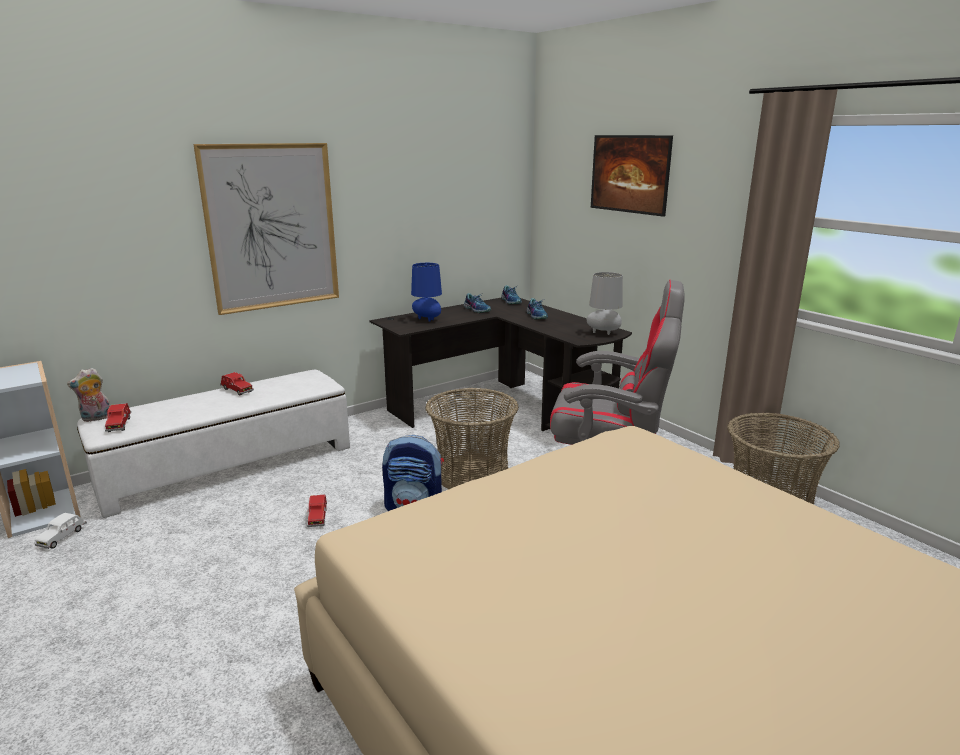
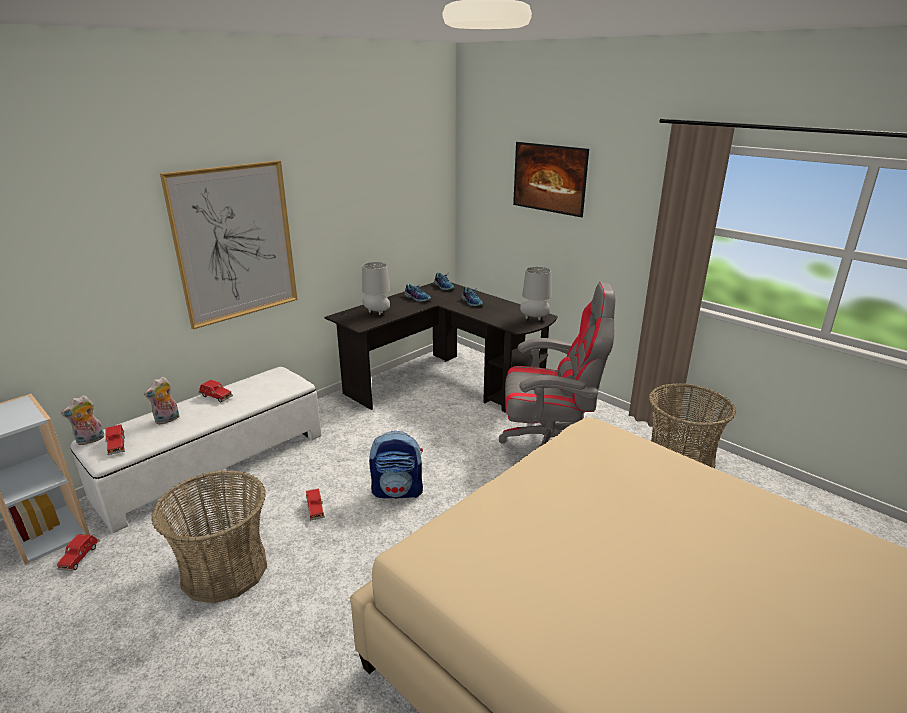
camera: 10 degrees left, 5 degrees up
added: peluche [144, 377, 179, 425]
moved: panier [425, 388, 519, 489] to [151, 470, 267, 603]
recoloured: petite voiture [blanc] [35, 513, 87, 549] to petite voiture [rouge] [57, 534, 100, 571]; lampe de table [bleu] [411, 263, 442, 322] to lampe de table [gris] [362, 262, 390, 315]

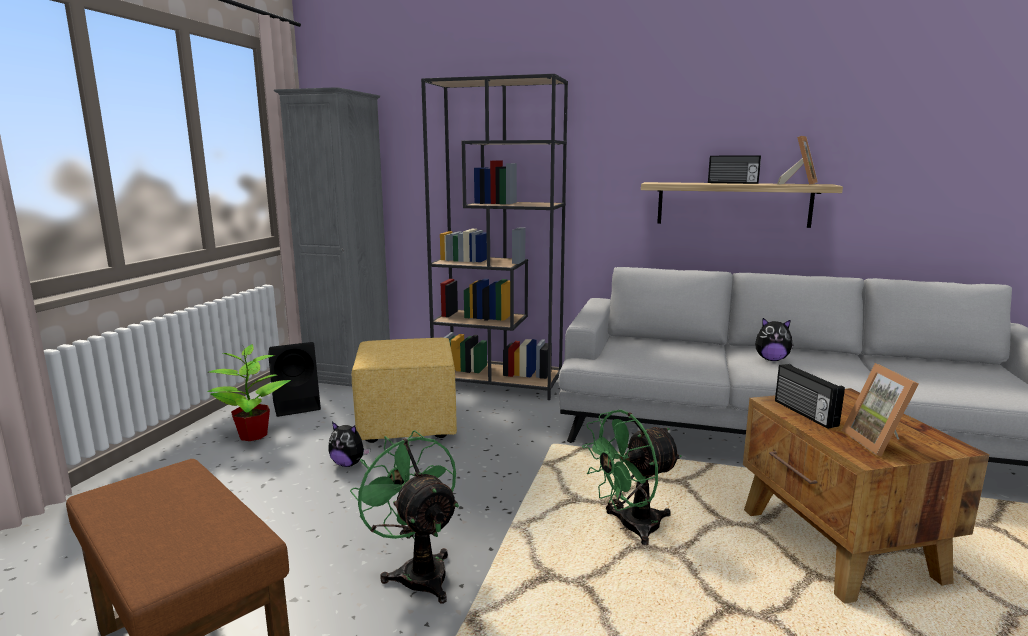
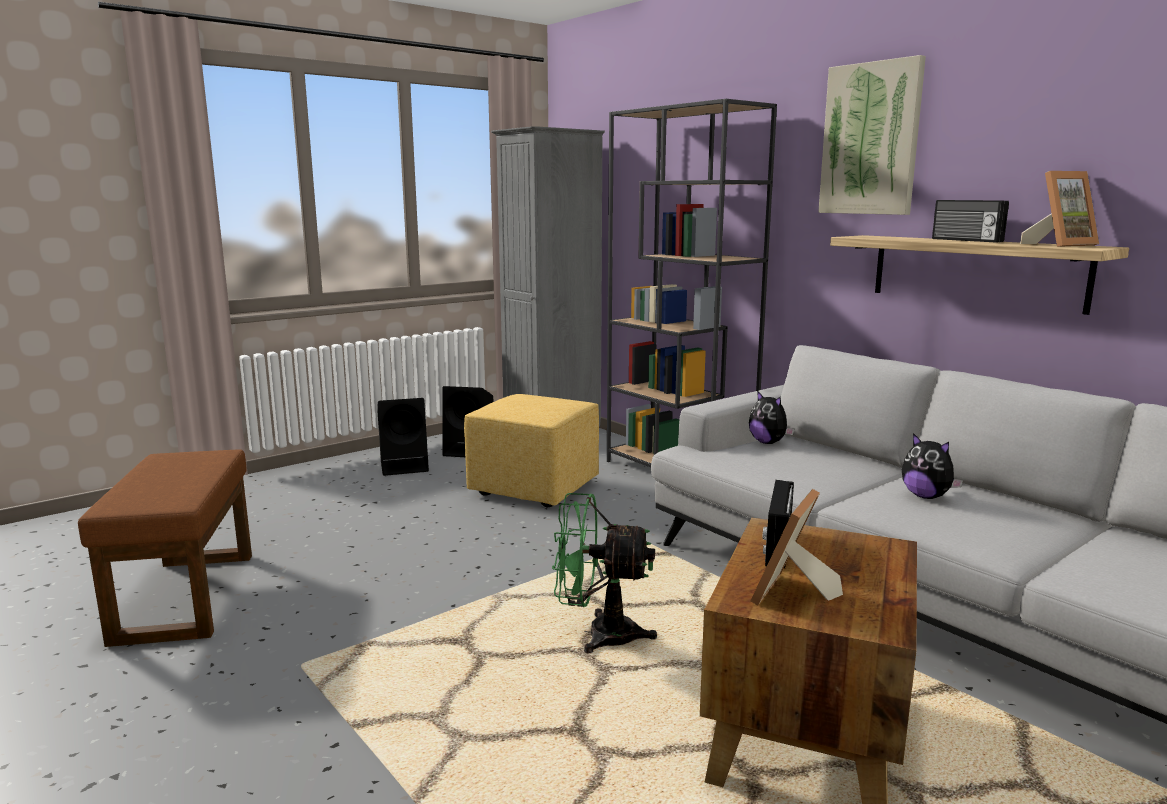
camera: 35 degrees right, 0 degrees up
removed: ventilateur [vert] [350, 430, 459, 603]
added: tableau [818, 55, 926, 215]
moved: peluche [328, 422, 370, 467] to [749, 391, 794, 444]
replaced: plante en pot [207, 344, 291, 441] to enceinte [noir] [377, 398, 429, 476]

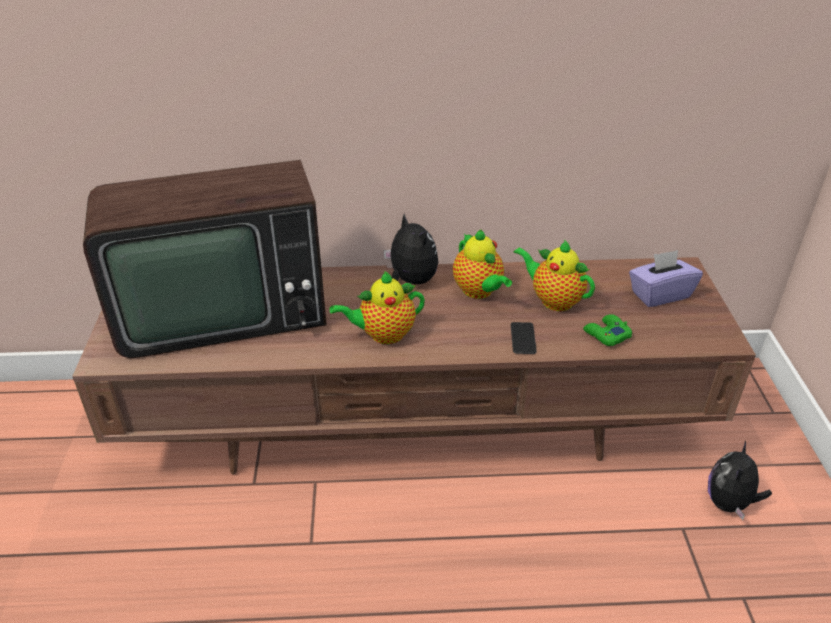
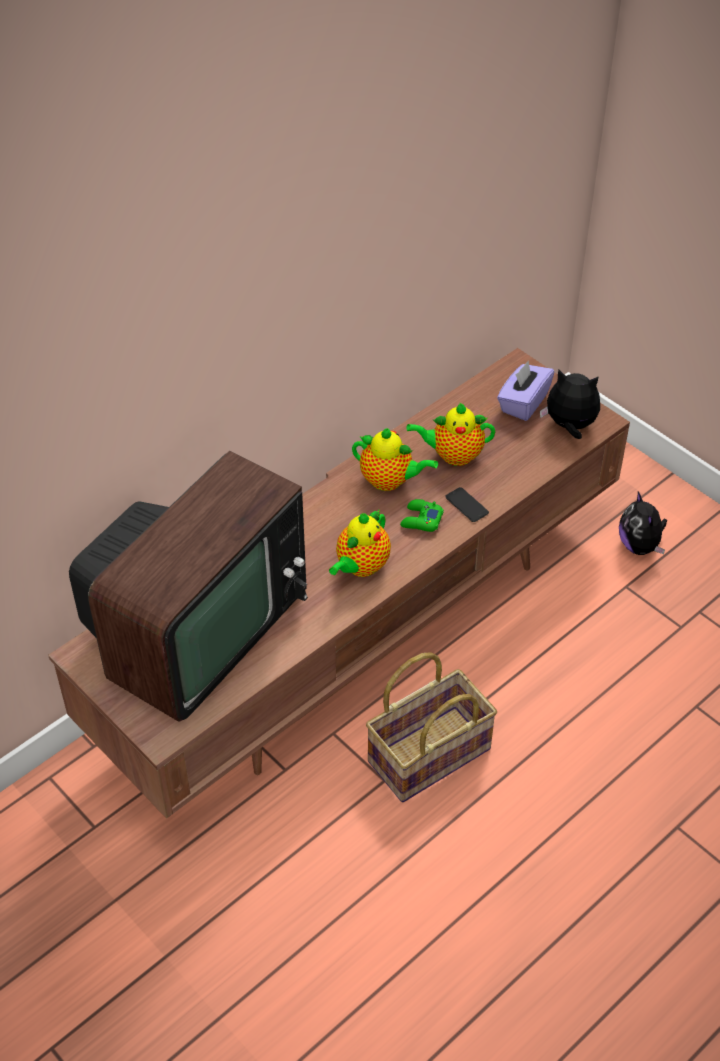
camera: 40 degrees left, 10 degrees up
added: panier [366, 652, 497, 802]
moved: manette [vert] [583, 314, 632, 346] to [400, 499, 444, 532]; peluche [384, 214, 438, 284] to [540, 369, 600, 439]

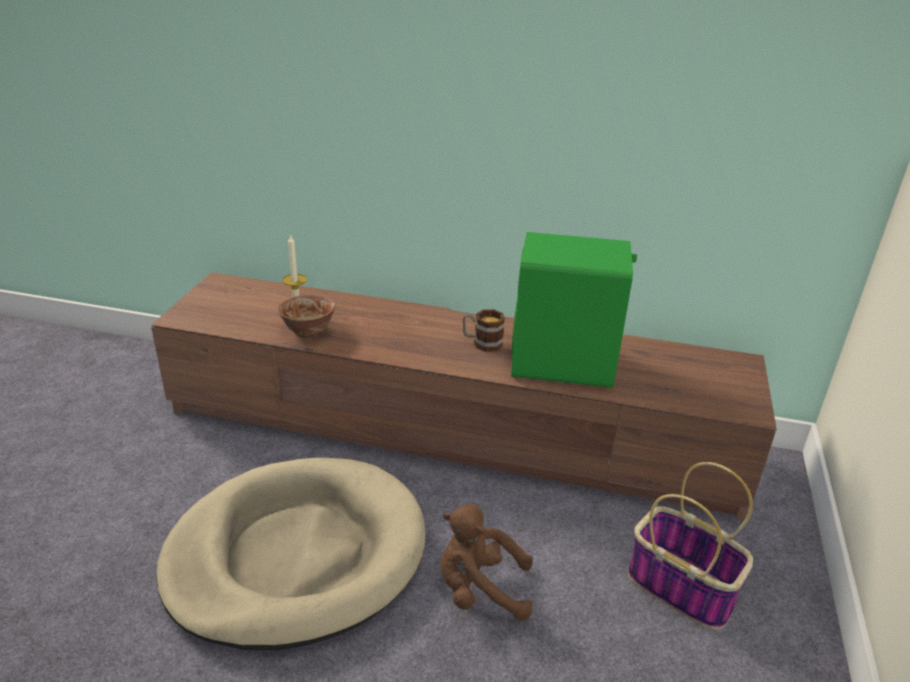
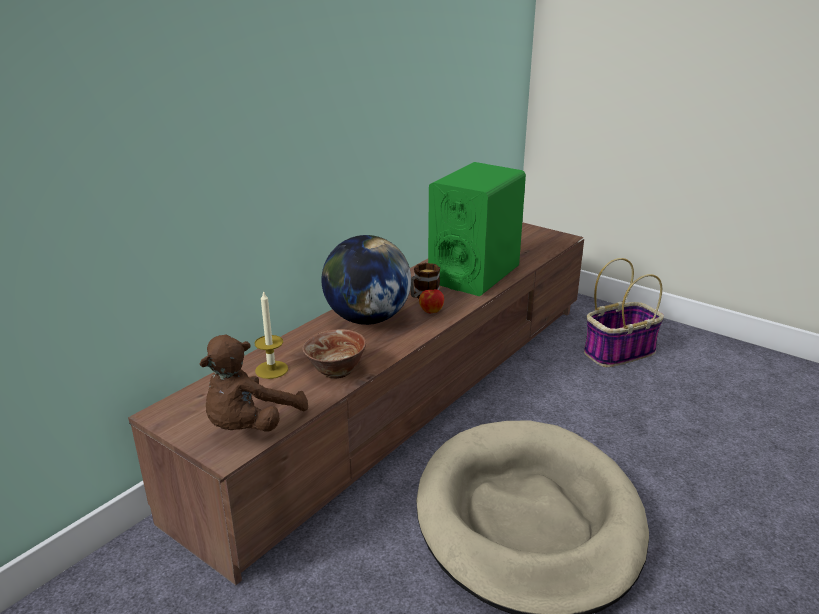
camera: 65 degrees left, 5 degrees down
added: globe [321, 235, 411, 325]; pomme [419, 289, 444, 313]
moved: peluche [marron] [440, 504, 533, 621] to [200, 334, 308, 432]

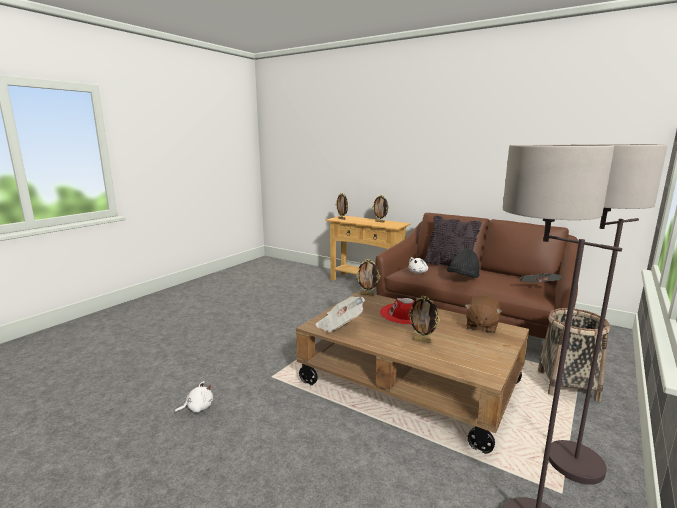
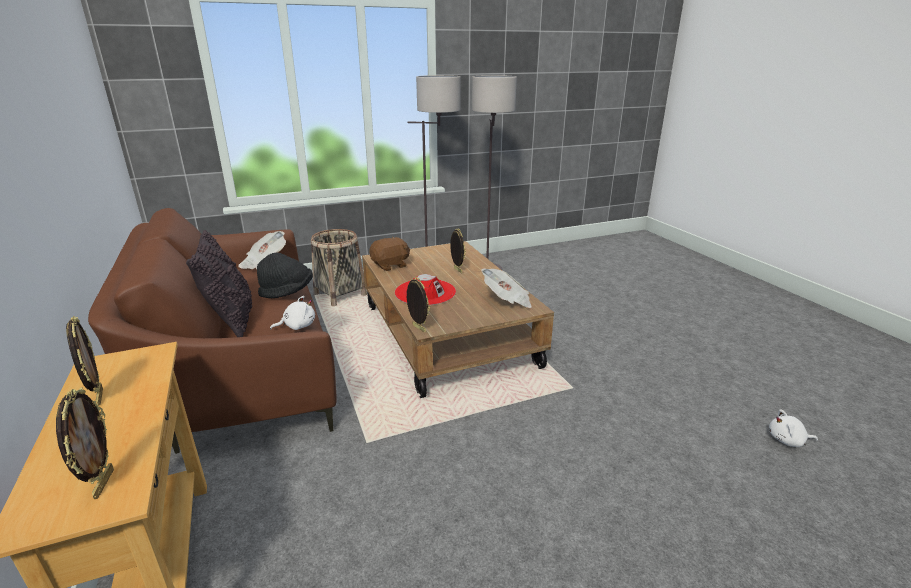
camera: 145 degrees left, 10 degrees up
moved: peluche [blanc] [175, 381, 213, 413] to [769, 409, 818, 447]

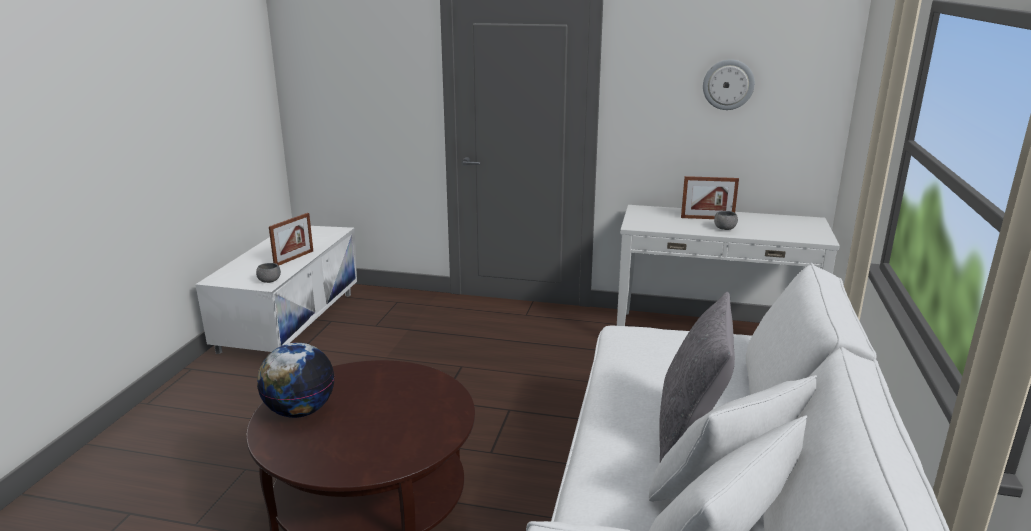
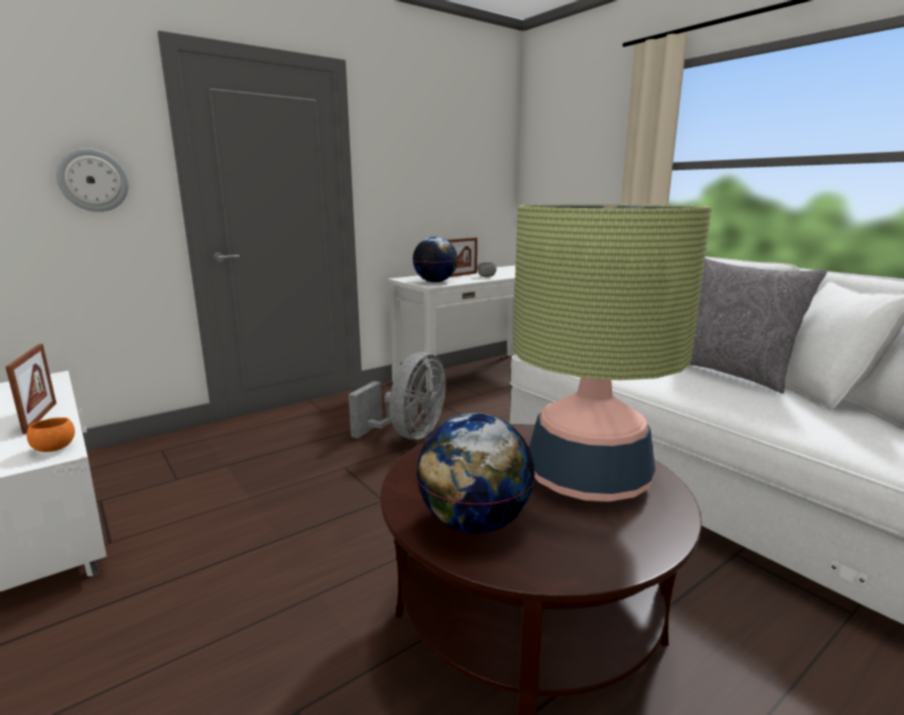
camera: 50 degrees left, 5 degrees down
added: ventilateur [gris] [349, 352, 446, 440]; globe [413, 237, 458, 282]; lampe de table [513, 204, 712, 502]
moved: horloge murale [703, 59, 755, 110] to [56, 148, 129, 212]
recoloured: bol [gris] [256, 263, 281, 283] to bol [orange] [27, 417, 75, 452]

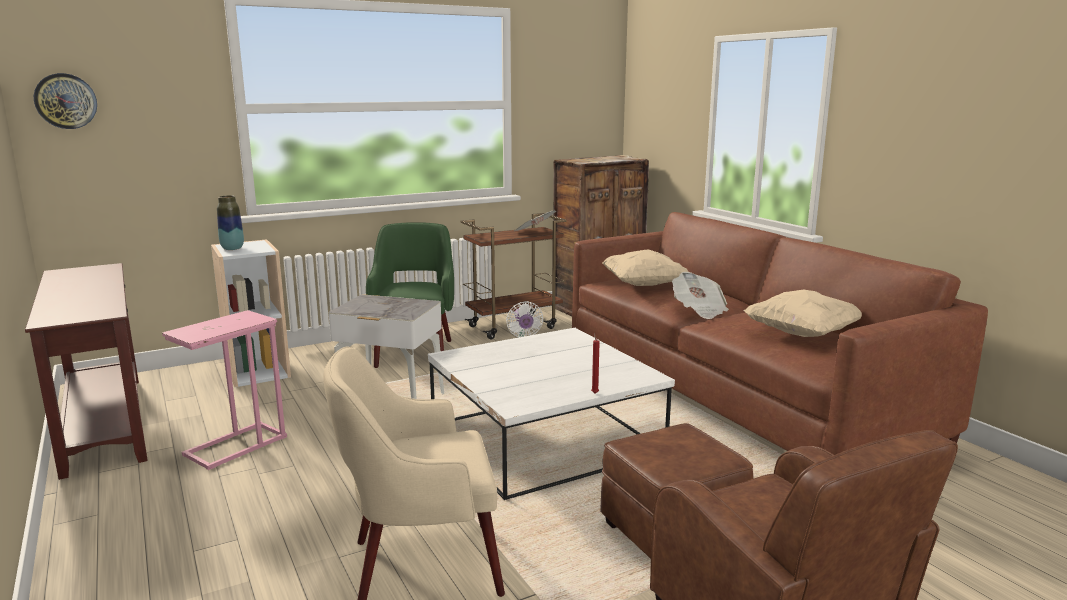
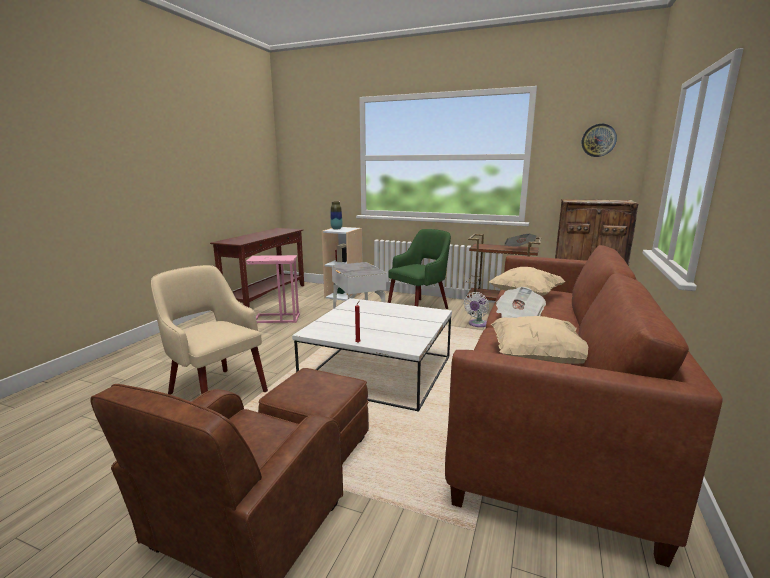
camera: 50 degrees right, 0 degrees up
moved: horloge murale [34, 73, 97, 129] to [582, 124, 617, 157]

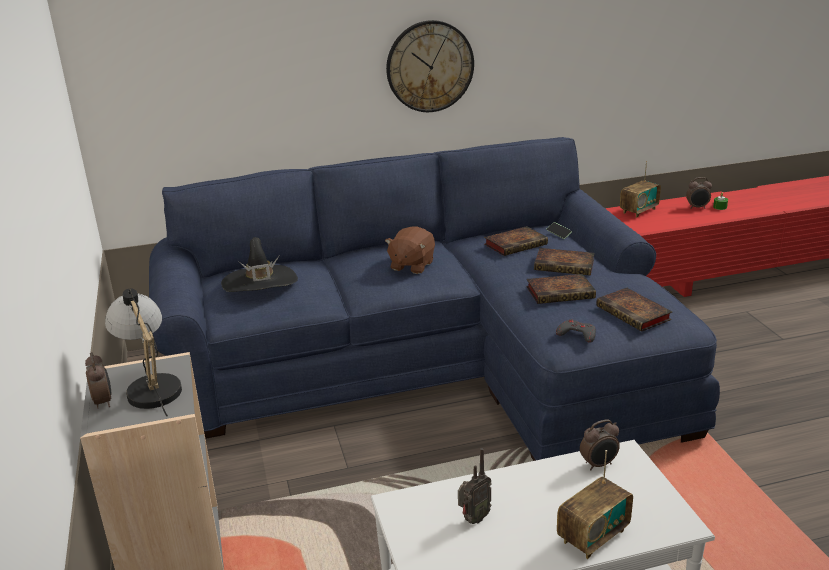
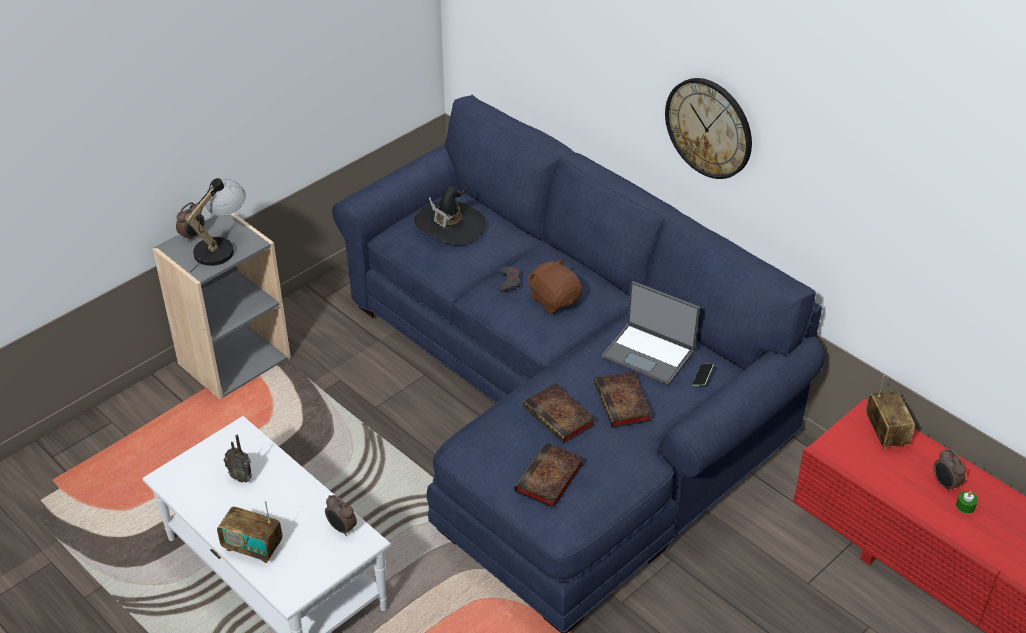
camera: 60 degrees right, 15 degrees up
moved: manette [gris] [556, 319, 596, 343] to [499, 266, 520, 292]
replaced: livre [484, 226, 548, 256] to ordinateur portable [602, 281, 700, 385]
turned: peluche [marron] [385, 226, 435, 274] = [527, 259, 582, 314] 60 degrees clockwise; radio [620, 161, 661, 218] = [866, 375, 915, 449] 120 degrees counterclockwise

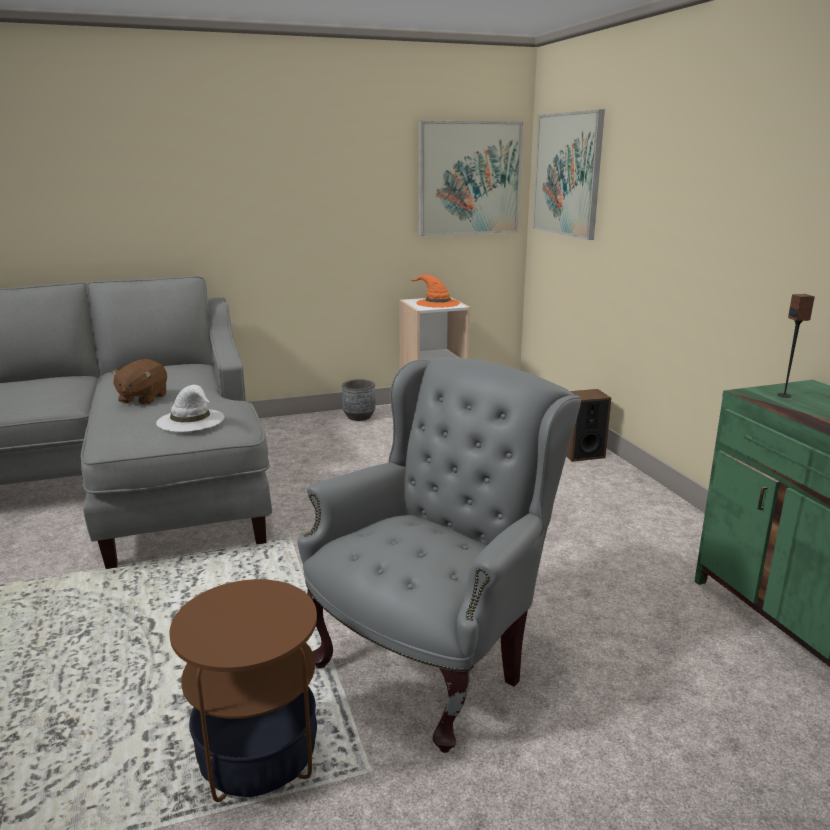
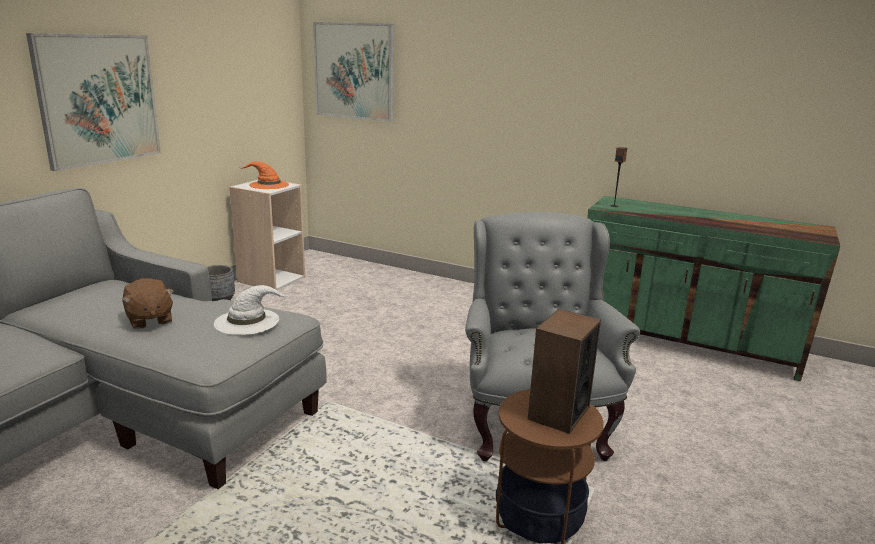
camera: 45 degrees left, 0 degrees up
moved: tableau [419, 121, 523, 236] to [26, 33, 161, 171]; enceinte [566, 389, 611, 462] to [528, 309, 601, 434]

